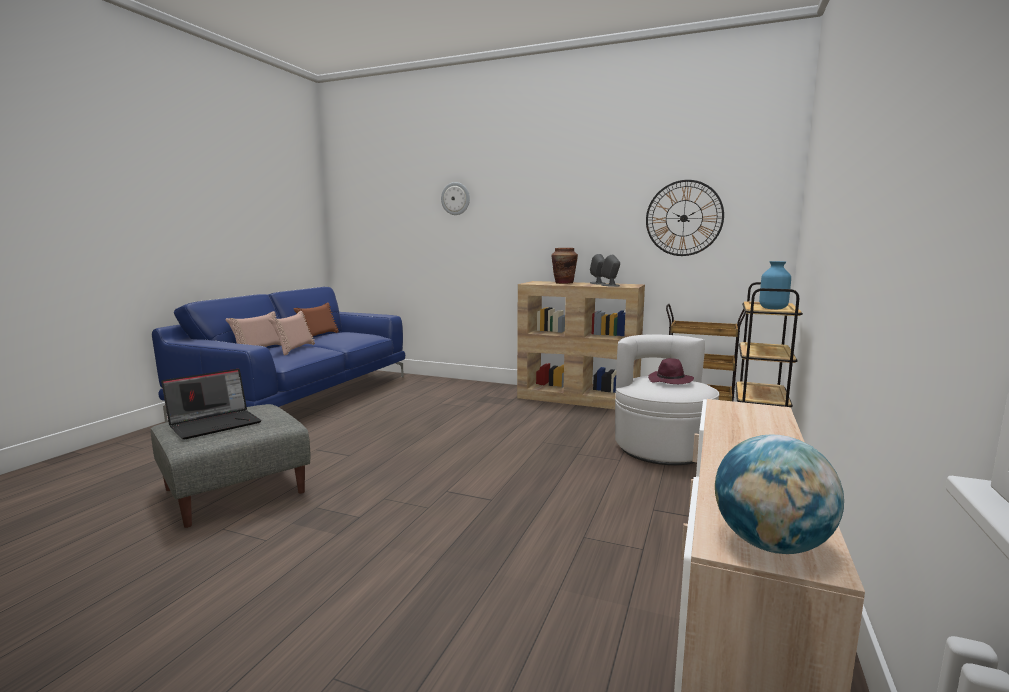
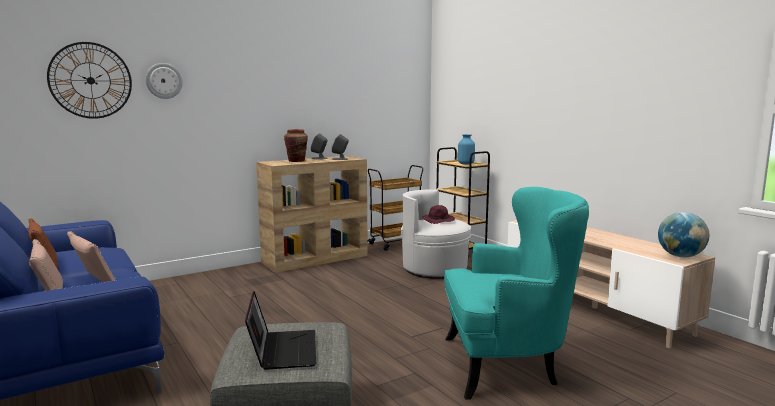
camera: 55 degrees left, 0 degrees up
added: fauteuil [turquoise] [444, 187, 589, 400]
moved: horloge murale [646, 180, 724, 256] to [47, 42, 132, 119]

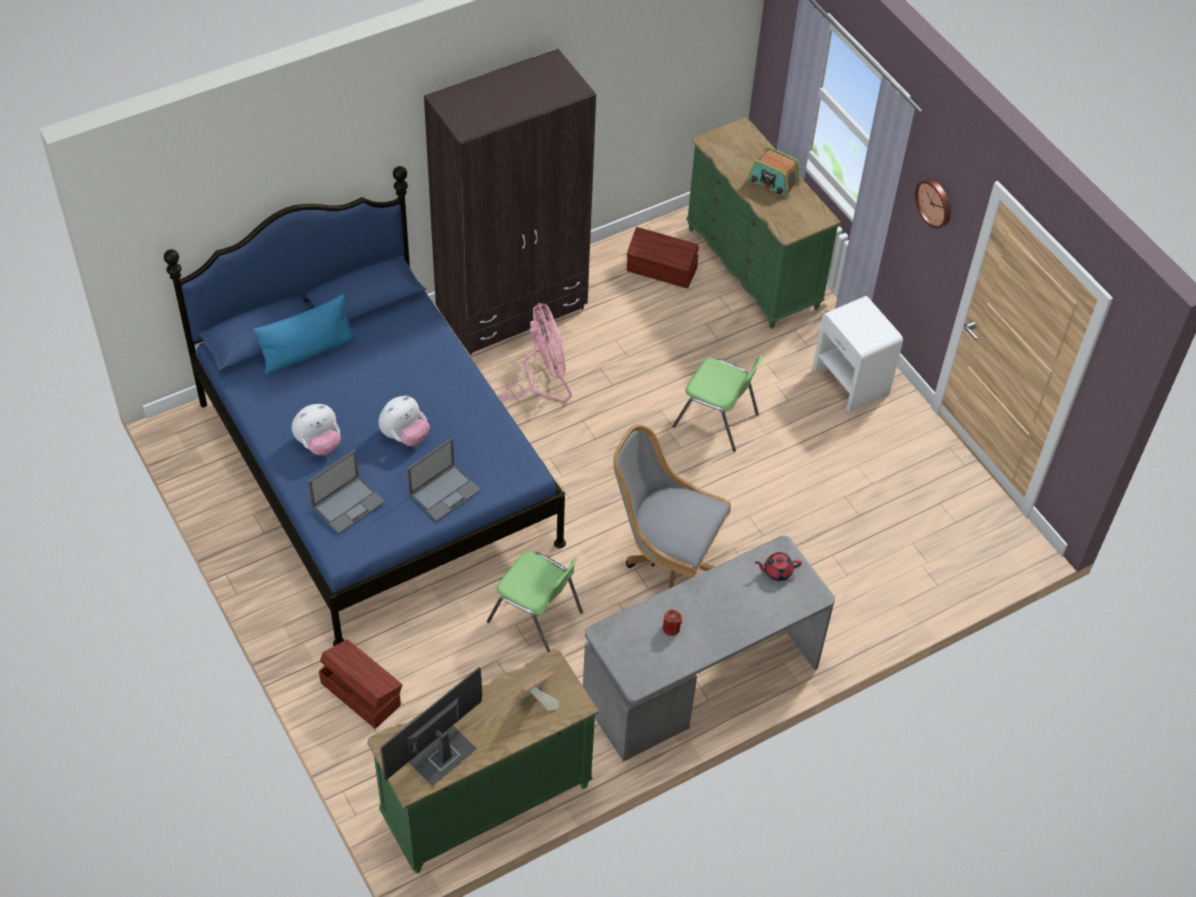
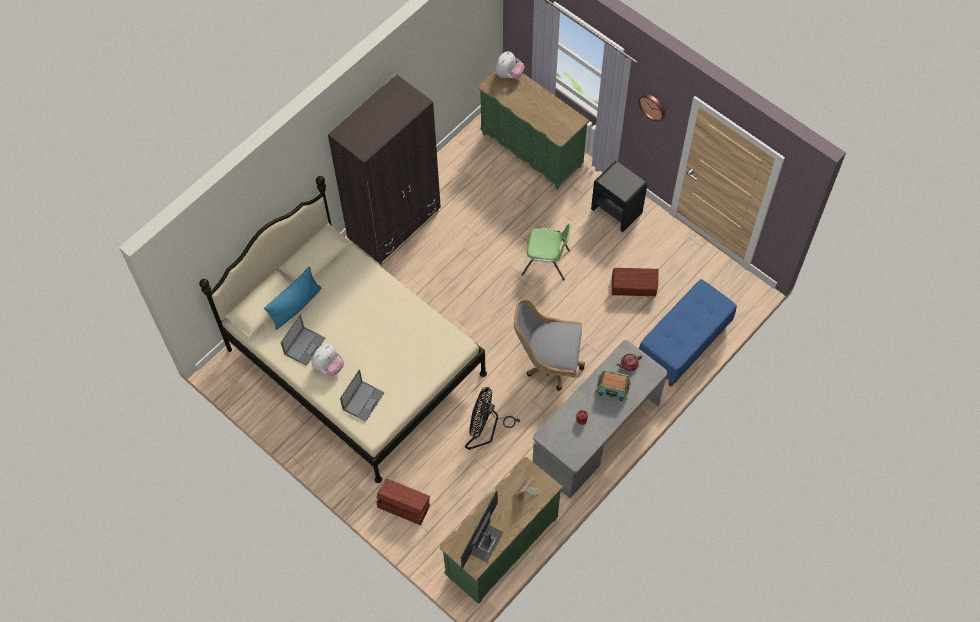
camera: 15 degrees left, 10 degrees up
removed: ventilateur [rose] [501, 303, 572, 403]
added: banc [bleu] [639, 279, 737, 386]
moved: ordinateur portable [407, 438, 481, 521] to [280, 315, 325, 366]; peluche [378, 396, 430, 446] to [495, 51, 525, 79]; radio [747, 147, 800, 197] to [595, 370, 631, 401]; boîte de rangement [marron] [627, 227, 699, 289] to [612, 268, 658, 296]
replaced: chaise [vert] [487, 552, 583, 652] to ventilateur [noir] [465, 387, 520, 450]
recoloured: lit [bleu] [164, 166, 566, 646] to lit [beige] [199, 176, 487, 483]; table de chevet [blanc] [812, 296, 903, 413] to table de chevet [noir] [591, 161, 647, 232]

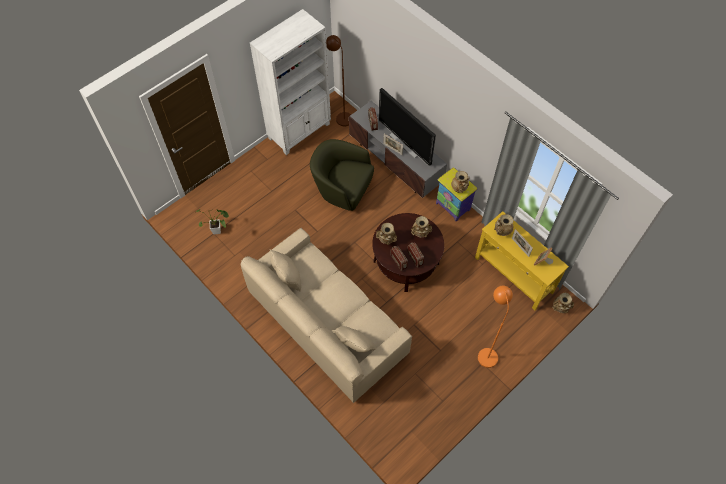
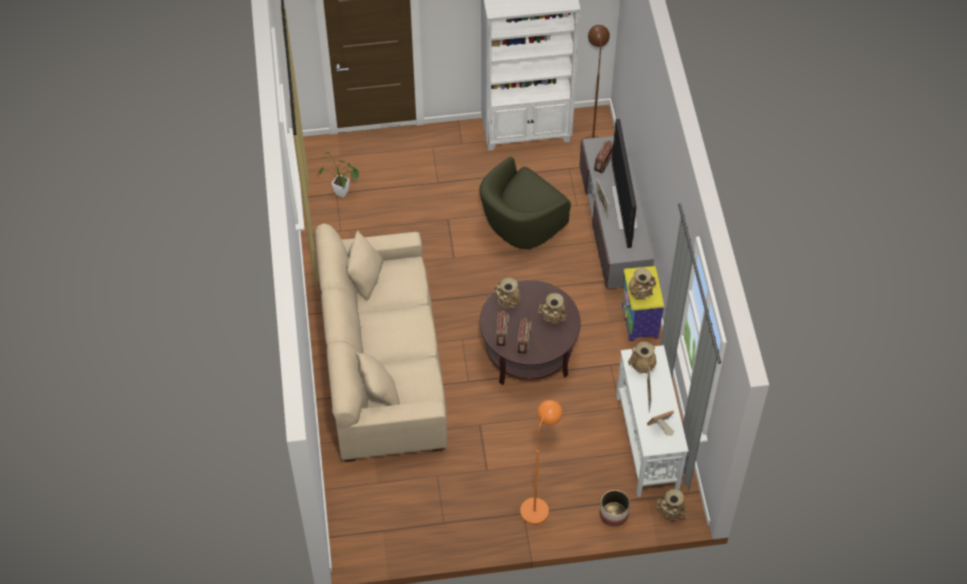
camera: 35 degrees right, 5 degrees down
added: cache-pot [600, 490, 630, 527]
recoloured: table console [jaune] [475, 211, 569, 310] to table console [blanc] [616, 345, 689, 497]
turned: fauteuil [vert] [310, 139, 374, 211] = [479, 157, 571, 249] 105 degrees counterclockwise

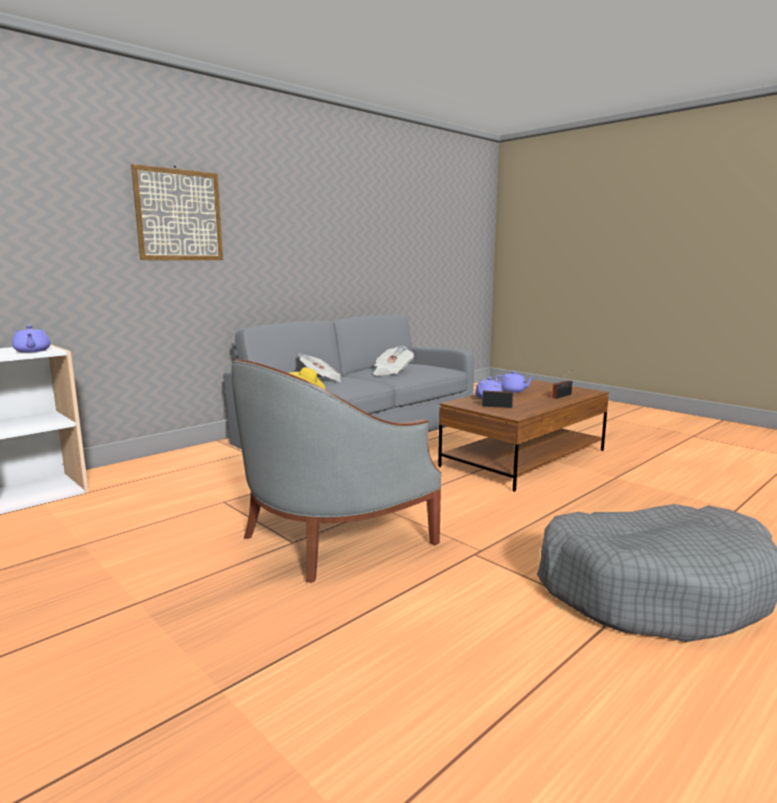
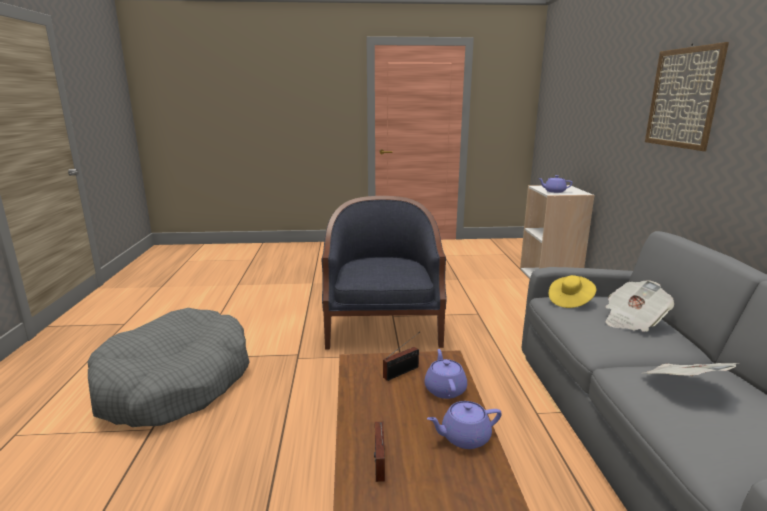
camera: 130 degrees right, 5 degrees up
recoloured: fauteuil [gris] [231, 359, 441, 583] to fauteuil [bleu] [321, 196, 447, 350]

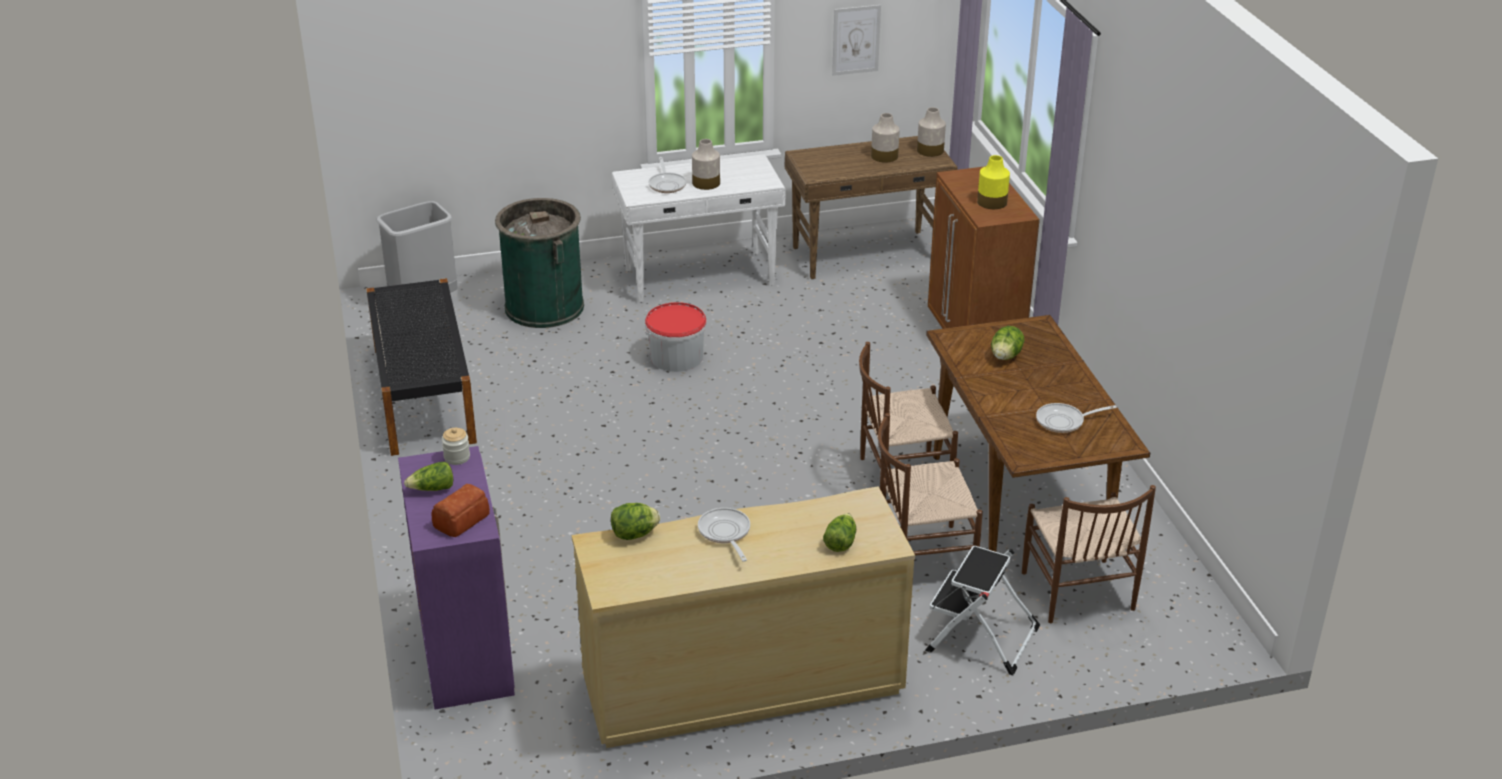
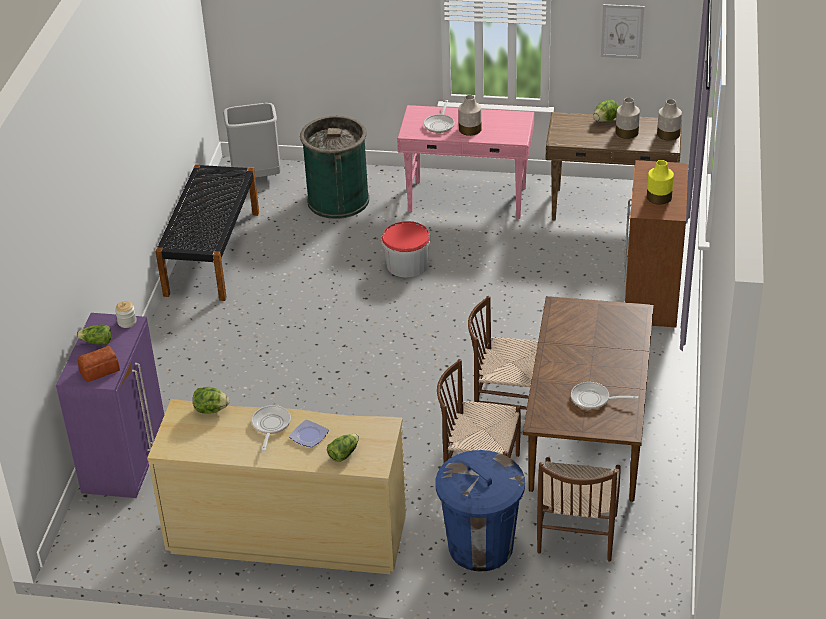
camera: 25 degrees right, 5 degrees up
added: assiette [289, 419, 329, 447]
moved: laitue [991, 326, 1025, 360] to [593, 100, 619, 122]
replaced: escabeau [925, 546, 1040, 675] to poubelle [bleu] [435, 450, 525, 571]
recoloured: table console [blanc] [612, 154, 786, 303] to table console [rose] [397, 105, 534, 219]

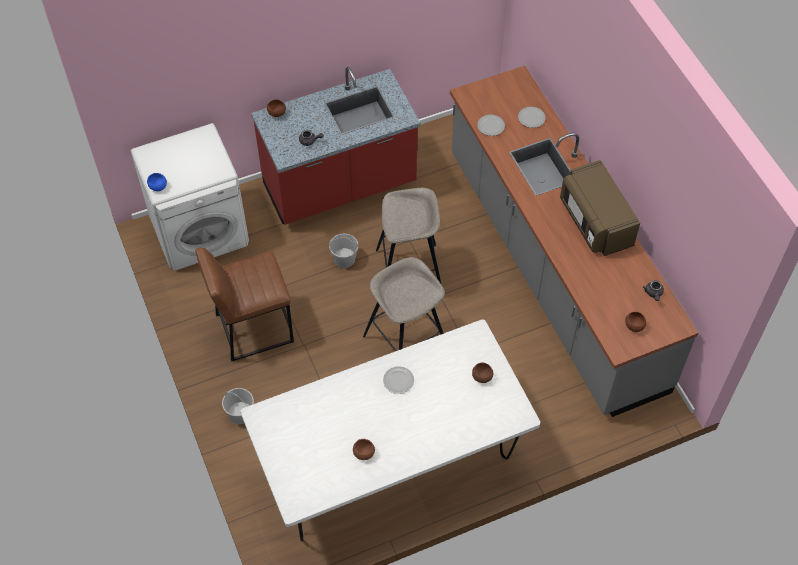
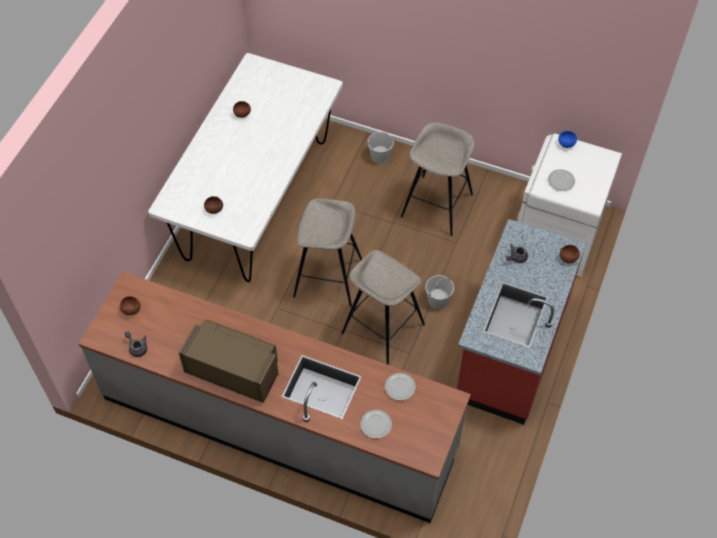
camera: 135 degrees right, 0 degrees up
moved: assiette [383, 366, 414, 394] to [548, 169, 575, 191]
replaced: chaise [marron] [195, 247, 294, 361] to tabouret [gris] [401, 122, 475, 236]

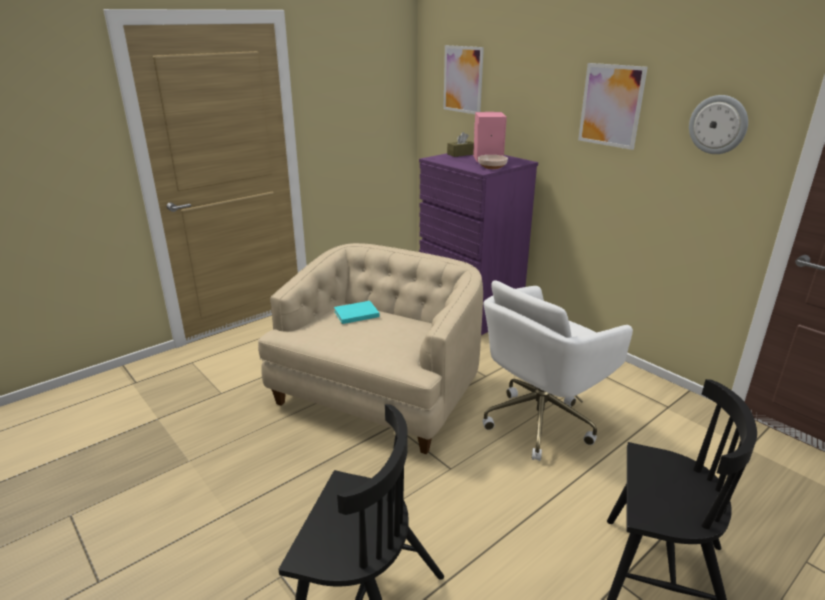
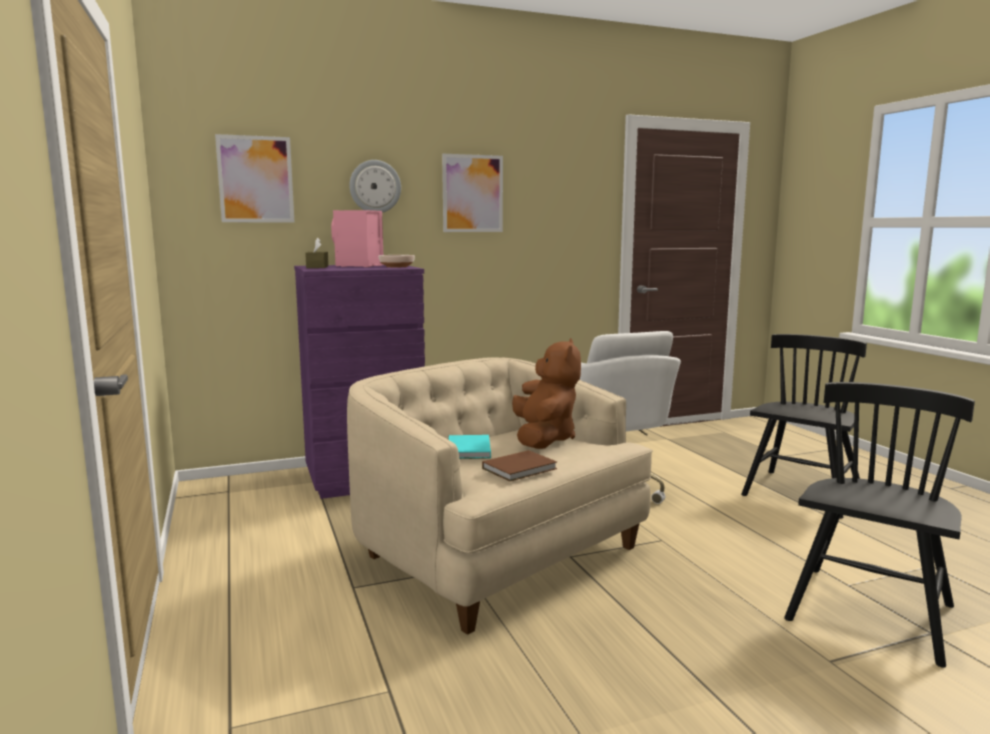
camera: 70 degrees left, 15 degrees down
added: livre [marron] [482, 450, 557, 481]; peluche [marron] [512, 338, 581, 449]
moved: horloge murale [689, 95, 748, 154] to [349, 160, 401, 213]

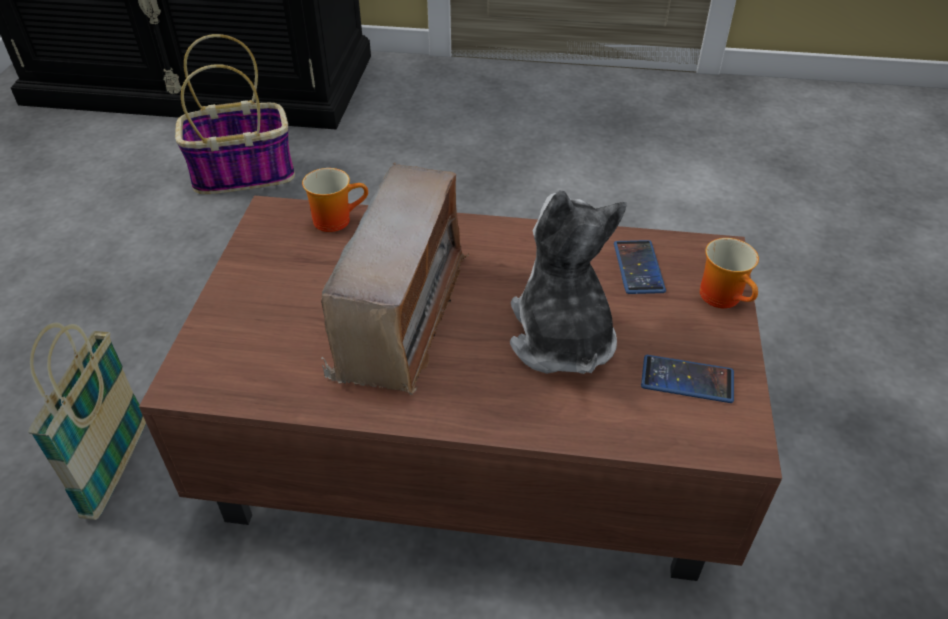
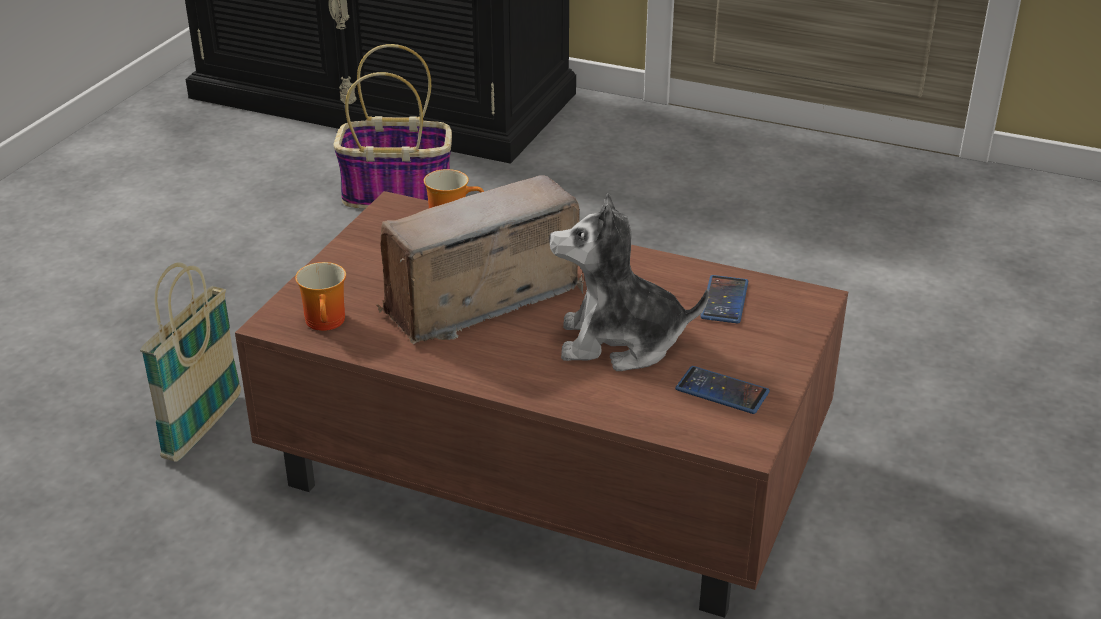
camera: 15 degrees right, 10 degrees down
moved: mug [700, 238, 759, 308] to [295, 262, 346, 331]
turned: radio [321, 163, 469, 395] = [376, 175, 584, 344] 150 degrees counterclockwise; peluche [510, 190, 627, 374] = [549, 193, 709, 371] 90 degrees counterclockwise

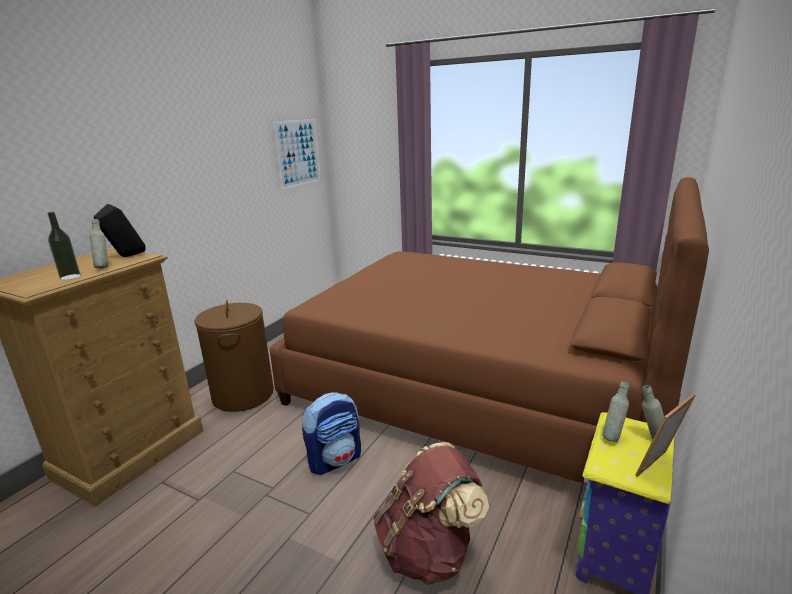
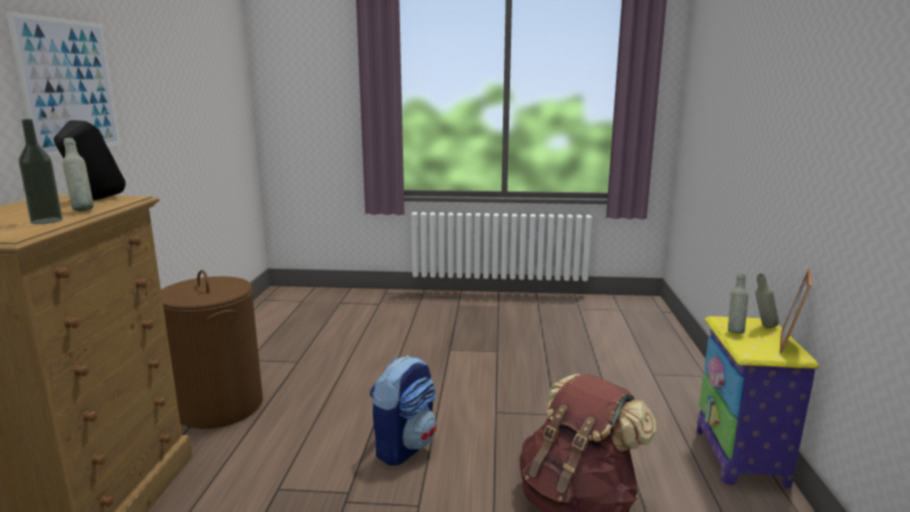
camera: 25 degrees left, 5 degrees down
removed: lit [marron] [269, 177, 709, 484]
moved: tableau [273, 119, 321, 190] to [6, 11, 121, 157]

